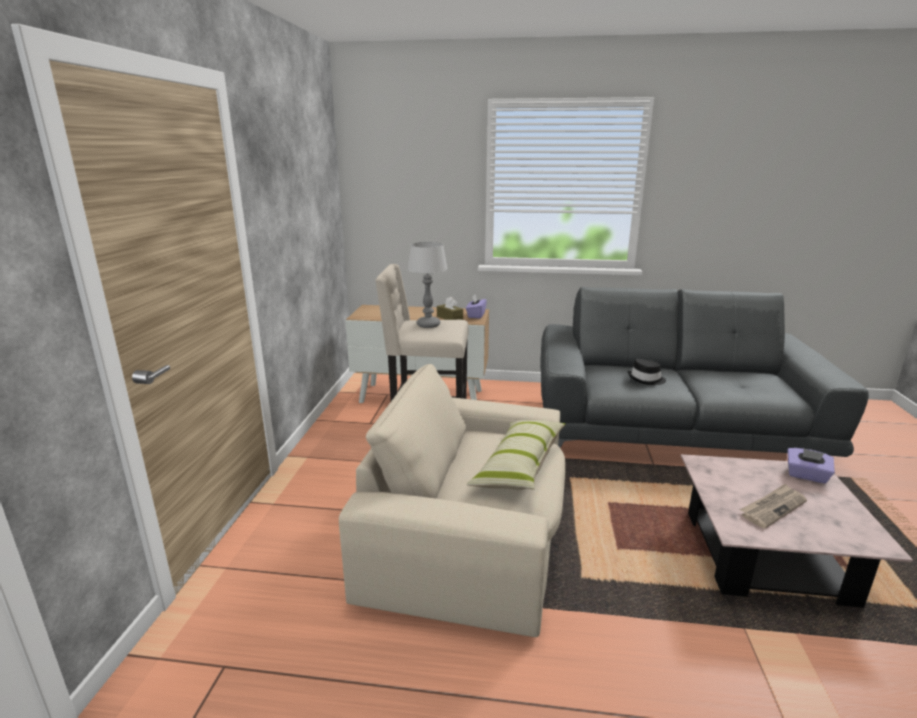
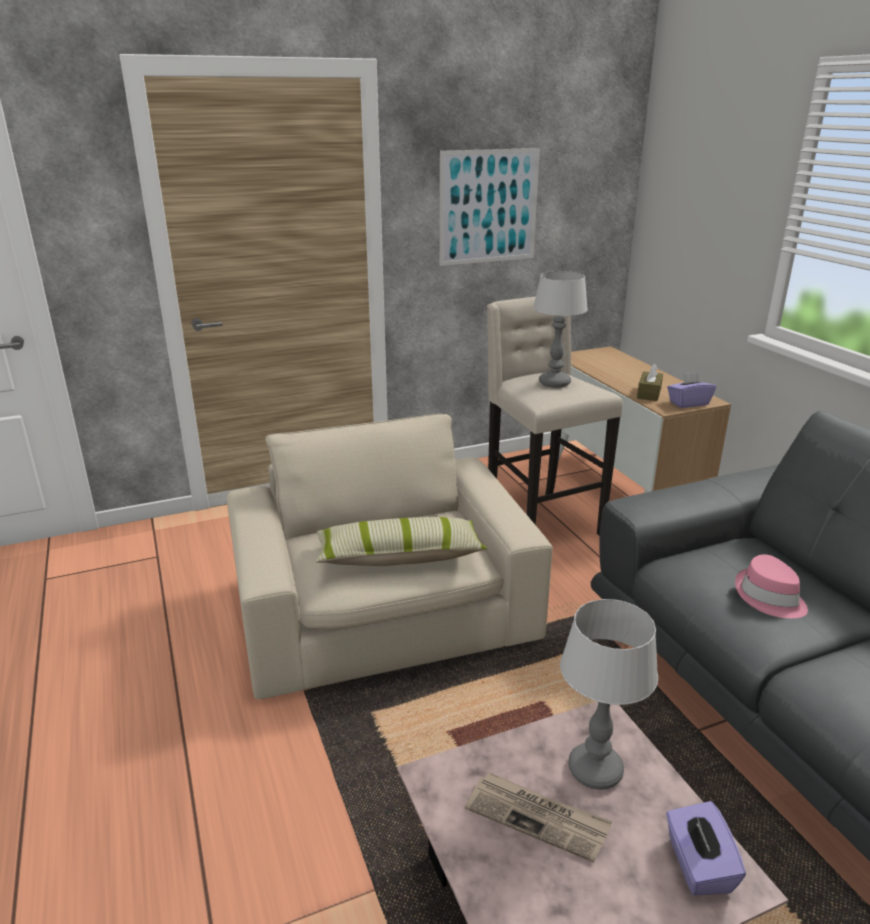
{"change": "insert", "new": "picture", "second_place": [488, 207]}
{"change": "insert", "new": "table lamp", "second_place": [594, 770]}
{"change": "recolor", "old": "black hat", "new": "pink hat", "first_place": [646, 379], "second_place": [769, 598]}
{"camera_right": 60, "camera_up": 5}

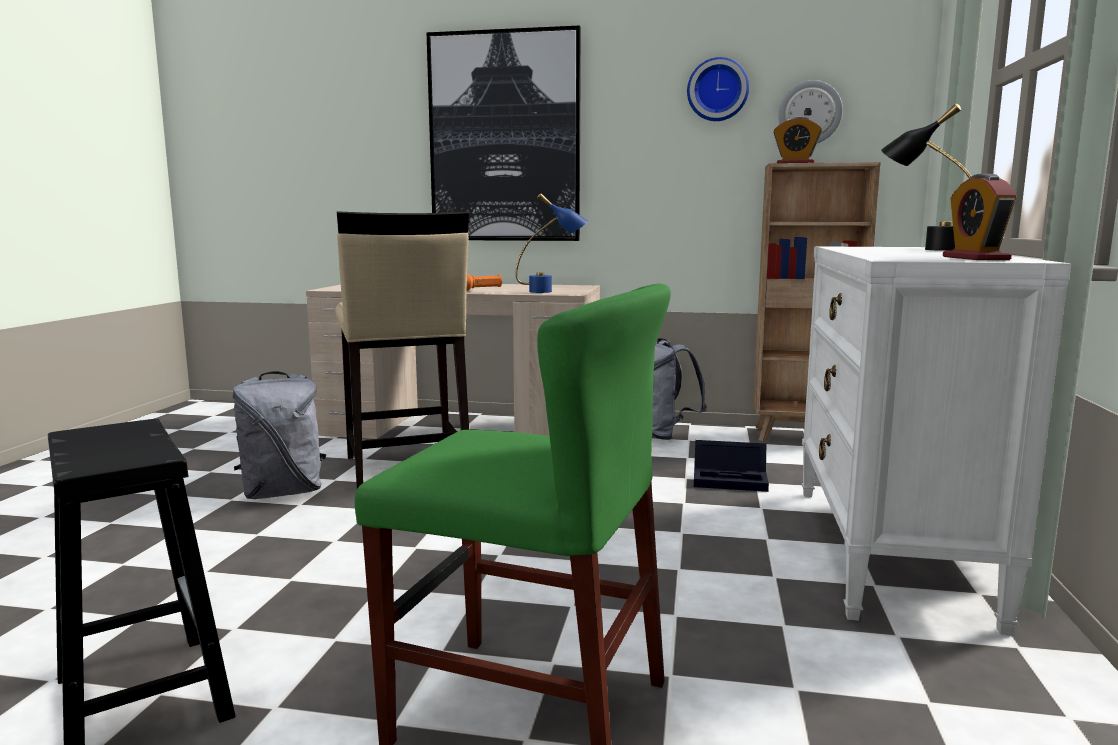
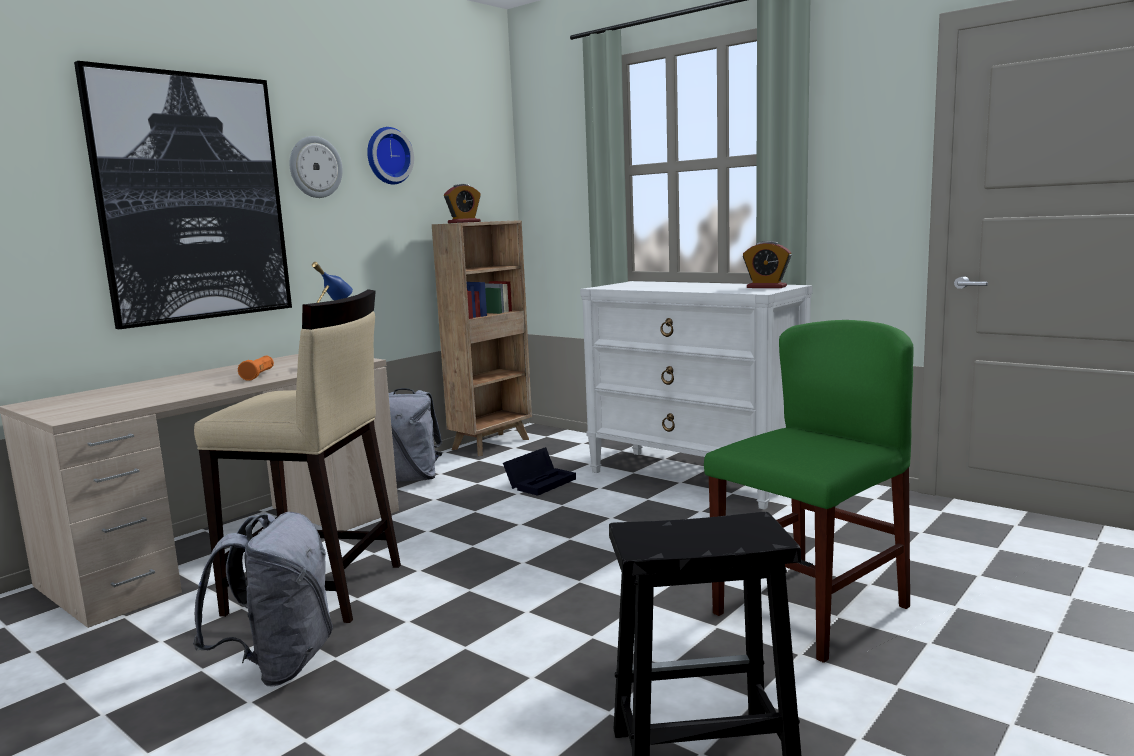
{"change": "delete", "old": "black table lamp", "first_place": [925, 249]}
{"change": "move", "old": "wall clock", "first_place": [809, 113], "second_place": [315, 167]}
{"camera_right": -60, "camera_up": 0}

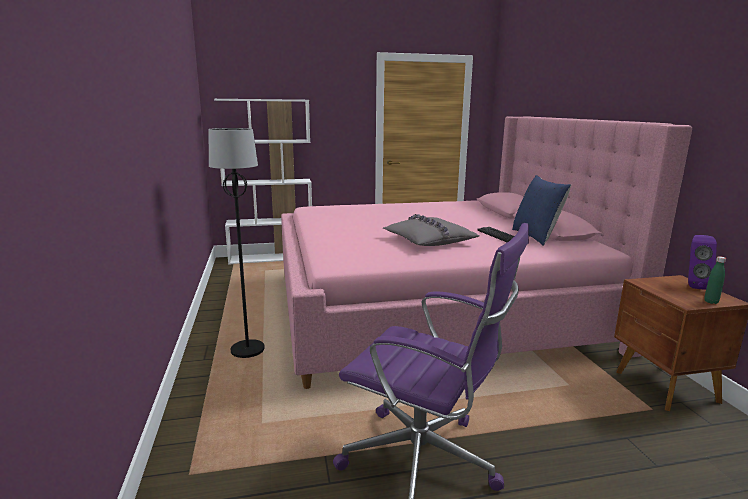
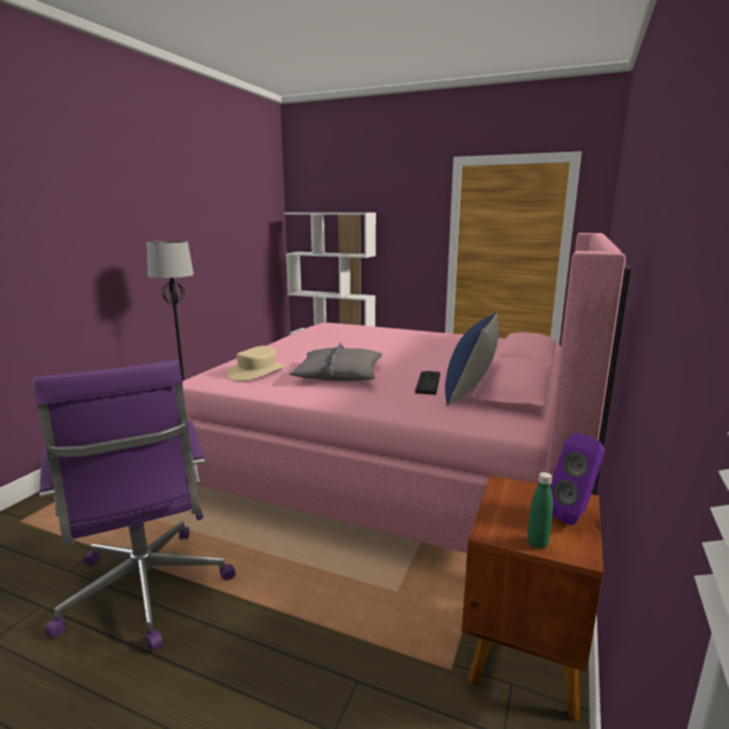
{"change": "insert", "new": "beige hat", "second_place": [257, 372]}
{"camera_right": 35, "camera_up": 0}

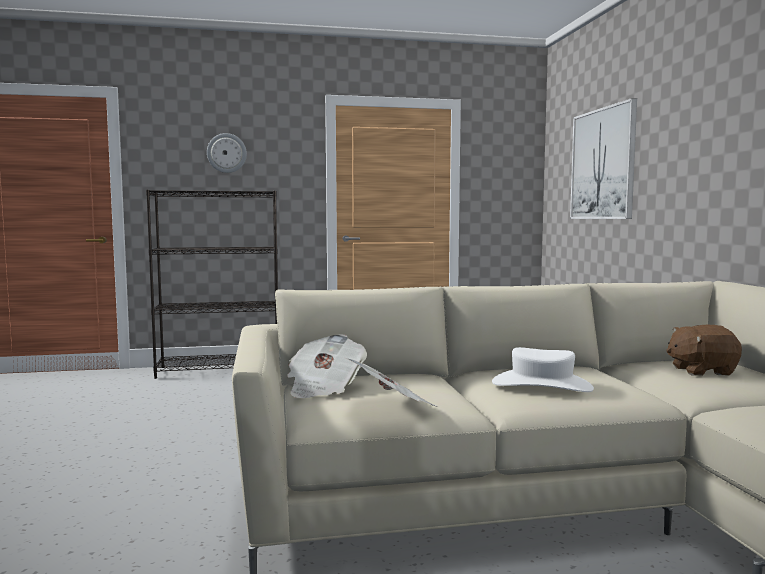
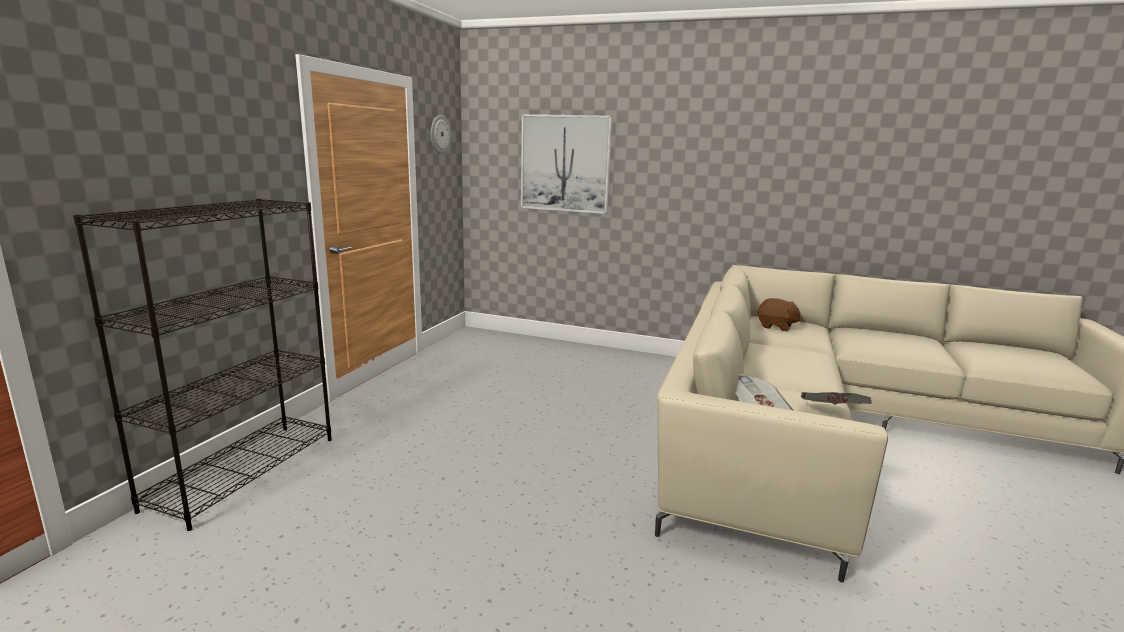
{"change": "delete", "old": "white hat", "first_place": [542, 385]}
{"change": "move", "old": "wall clock", "first_place": [226, 153], "second_place": [439, 134]}
{"change": "rotate", "old": "brown plush toy", "first_place": [701, 371], "second_place": [776, 327], "degrees": -90}
{"camera_right": -60, "camera_up": 10}

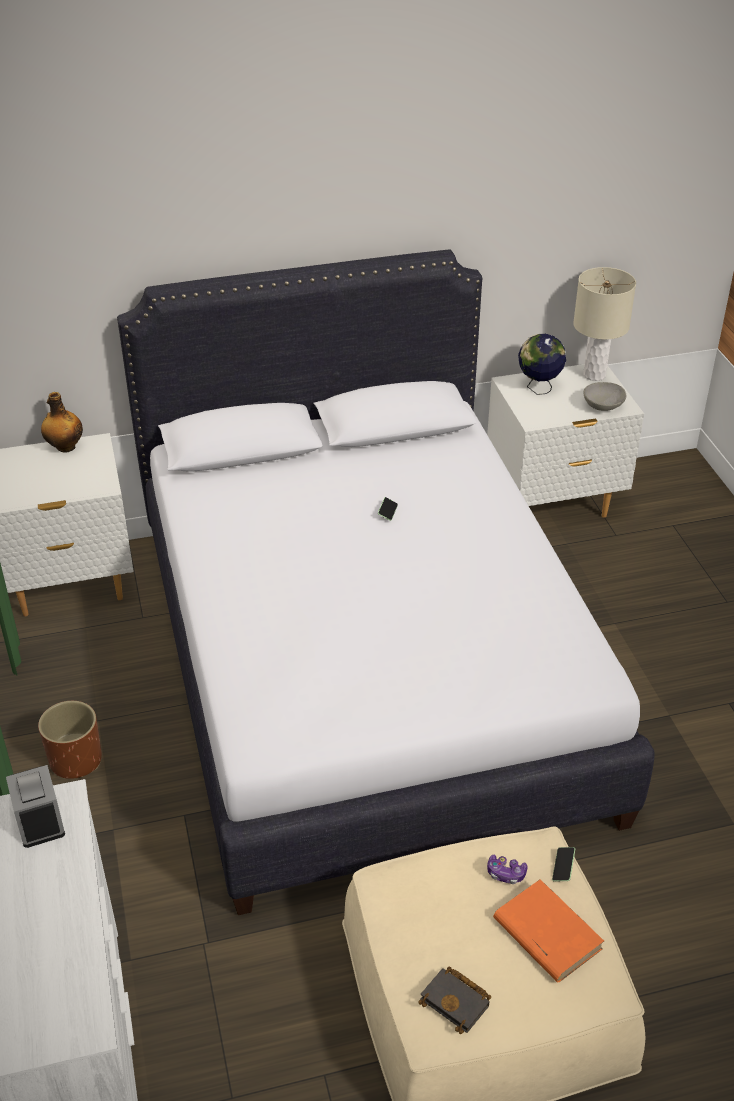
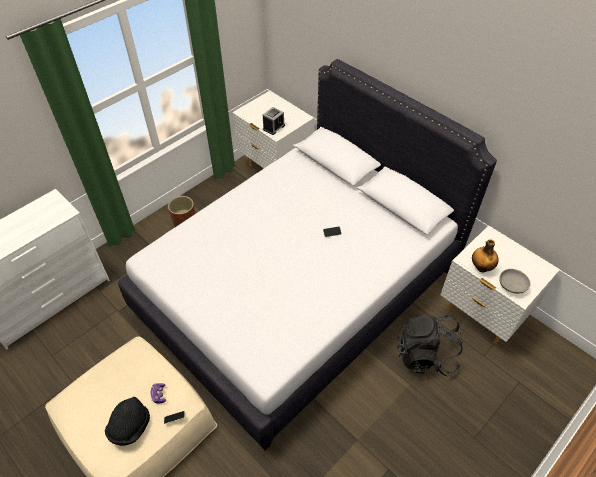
{"change": "delete", "old": "black book", "first_place": [457, 1002]}
{"change": "delete", "old": "globe", "first_place": [538, 388]}
{"change": "delete", "old": "beige table lamp", "first_place": [594, 375]}
{"change": "insert", "new": "black backpack", "second_place": [426, 355]}
{"change": "move", "old": "alarm clock", "first_place": [39, 820], "second_place": [273, 127]}
{"change": "move", "old": "bottle", "first_place": [65, 447], "second_place": [481, 267]}
{"change": "replace", "old": "orange book", "new": "black hat", "first_place": [546, 933], "second_place": [130, 427]}
{"camera_right": 60, "camera_up": 10}

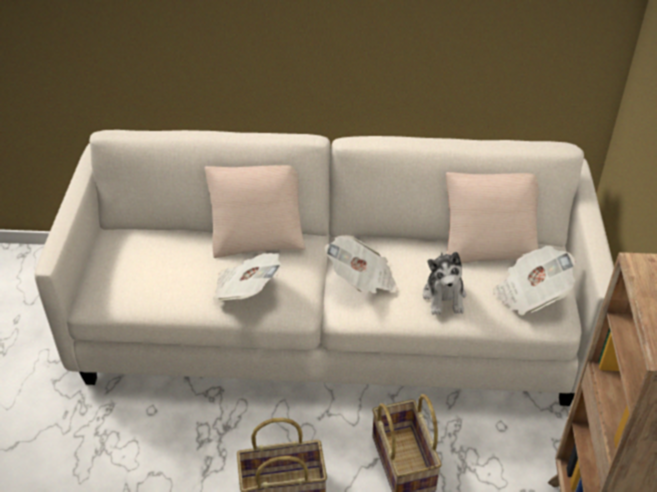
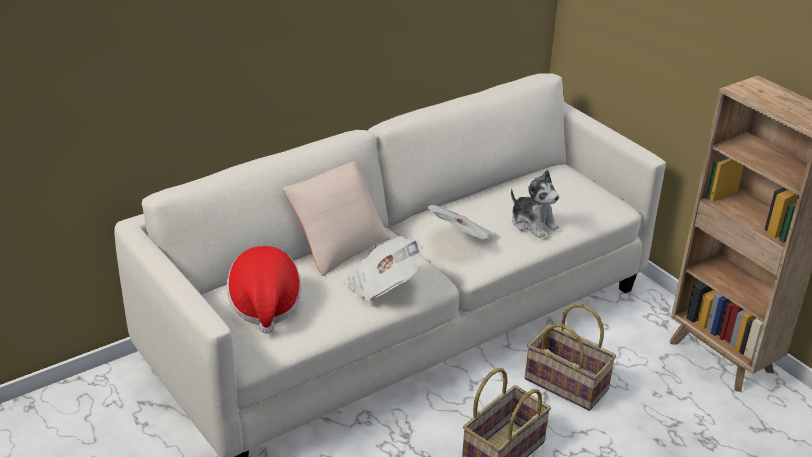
{"change": "delete", "old": "beige pillow", "first_place": [489, 244]}
{"change": "delete", "old": "newspaper", "first_place": [530, 294]}
{"change": "insert", "new": "hat", "second_place": [264, 306]}
{"camera_right": -40, "camera_up": -10}

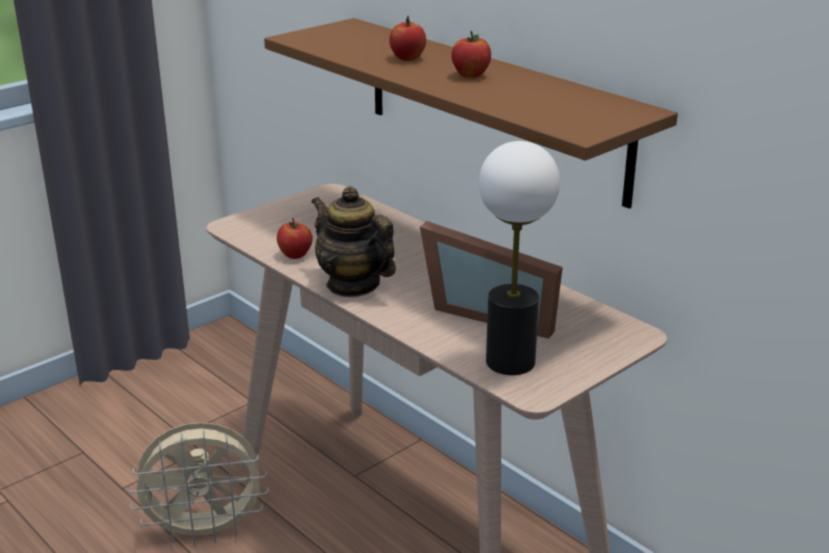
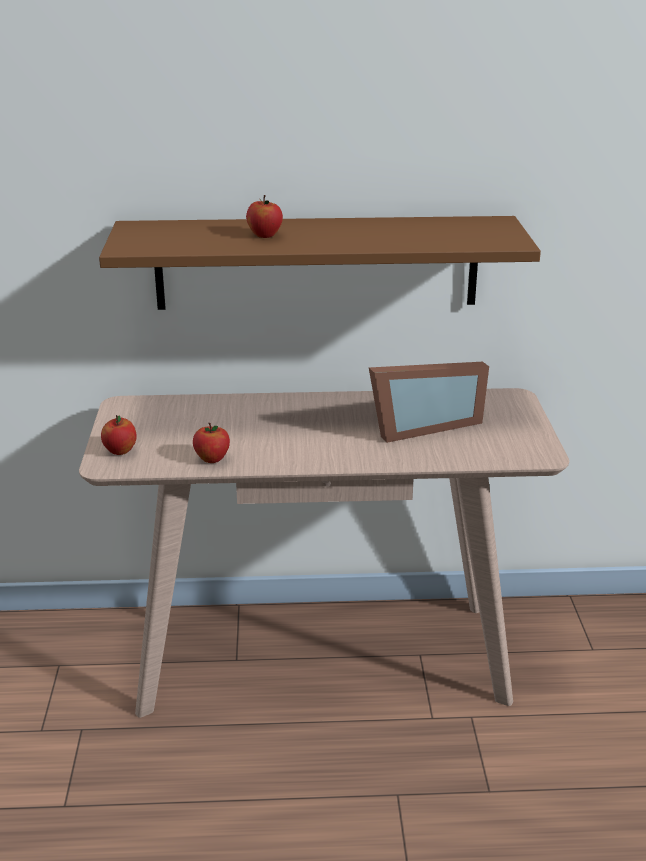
{"change": "delete", "old": "beige fan", "first_place": [205, 531]}
{"change": "delete", "old": "teapot", "first_place": [353, 285]}
{"change": "delete", "old": "table lamp", "first_place": [510, 361]}
{"change": "move", "old": "apple", "first_place": [470, 75], "second_place": [120, 451]}
{"camera_right": -50, "camera_up": 0}

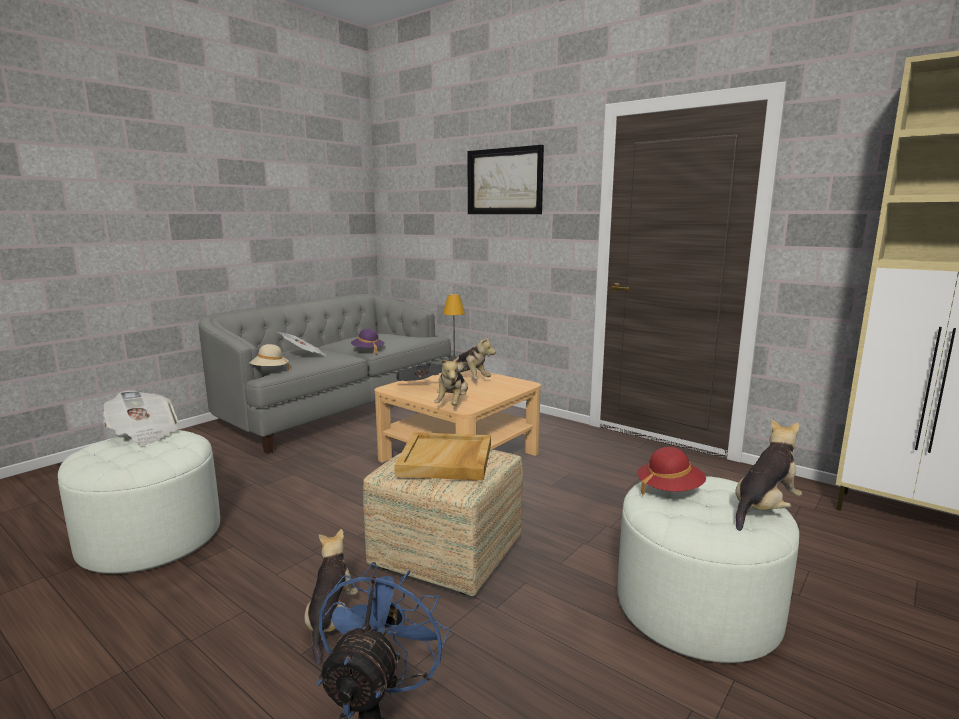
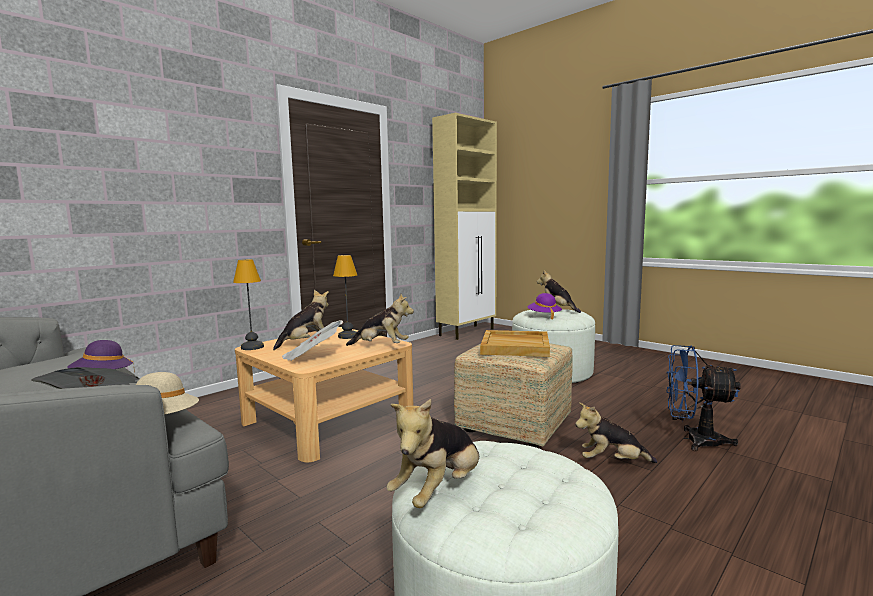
{"change": "delete", "old": "picture", "first_place": [504, 181]}
{"change": "insert", "new": "table lamp", "second_place": [348, 336]}
{"change": "replace", "old": "newspaper", "new": "plush toy", "first_place": [144, 434], "second_place": [439, 491]}
{"change": "recolor", "old": "red hat", "new": "purple hat", "first_place": [669, 490], "second_place": [544, 316]}
{"camera_right": -85, "camera_up": -5}

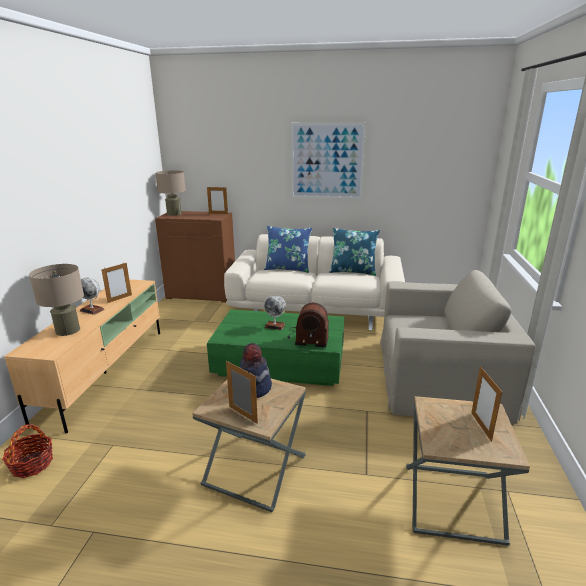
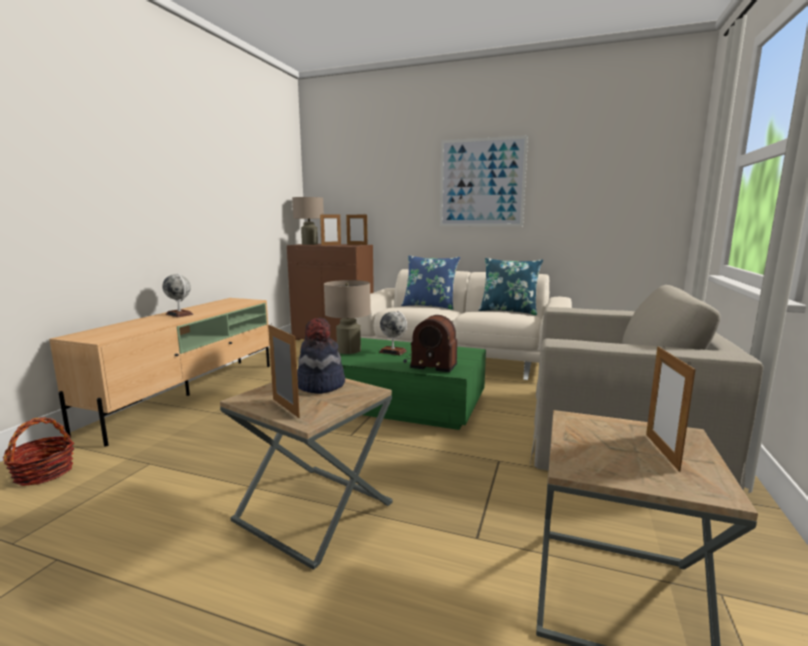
{"change": "move", "old": "beige table lamp", "first_place": [67, 330], "second_place": [348, 350]}
{"change": "move", "old": "picture frame", "first_place": [119, 298], "second_place": [331, 245]}
{"camera_right": 10, "camera_up": -10}

